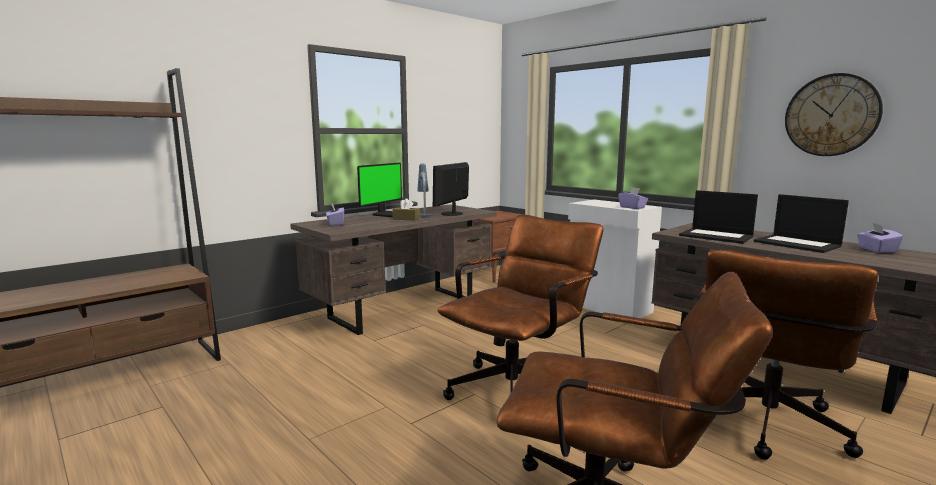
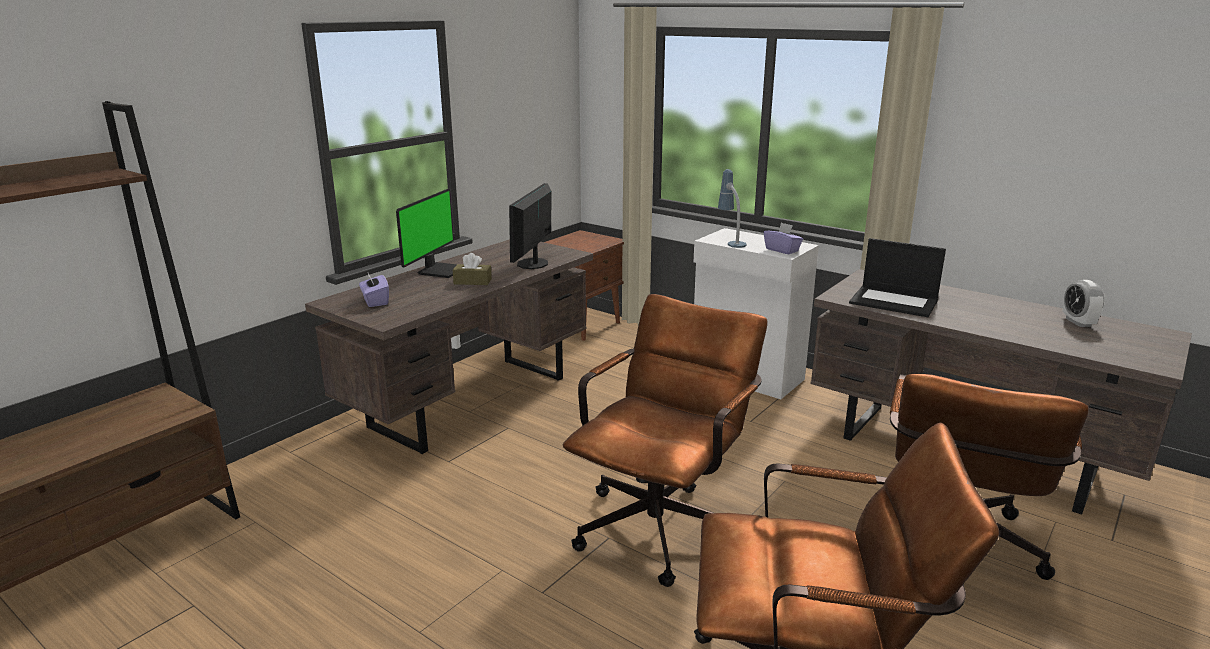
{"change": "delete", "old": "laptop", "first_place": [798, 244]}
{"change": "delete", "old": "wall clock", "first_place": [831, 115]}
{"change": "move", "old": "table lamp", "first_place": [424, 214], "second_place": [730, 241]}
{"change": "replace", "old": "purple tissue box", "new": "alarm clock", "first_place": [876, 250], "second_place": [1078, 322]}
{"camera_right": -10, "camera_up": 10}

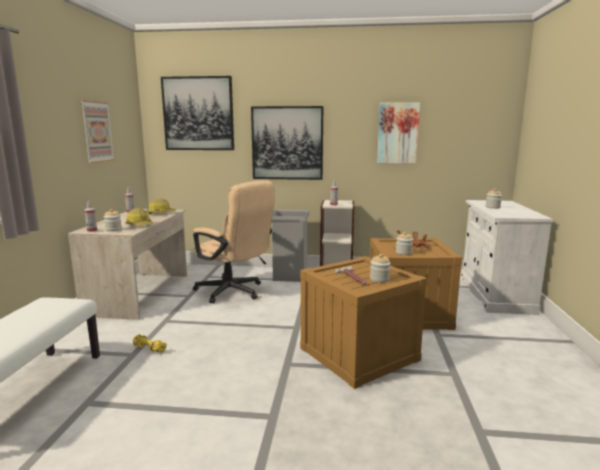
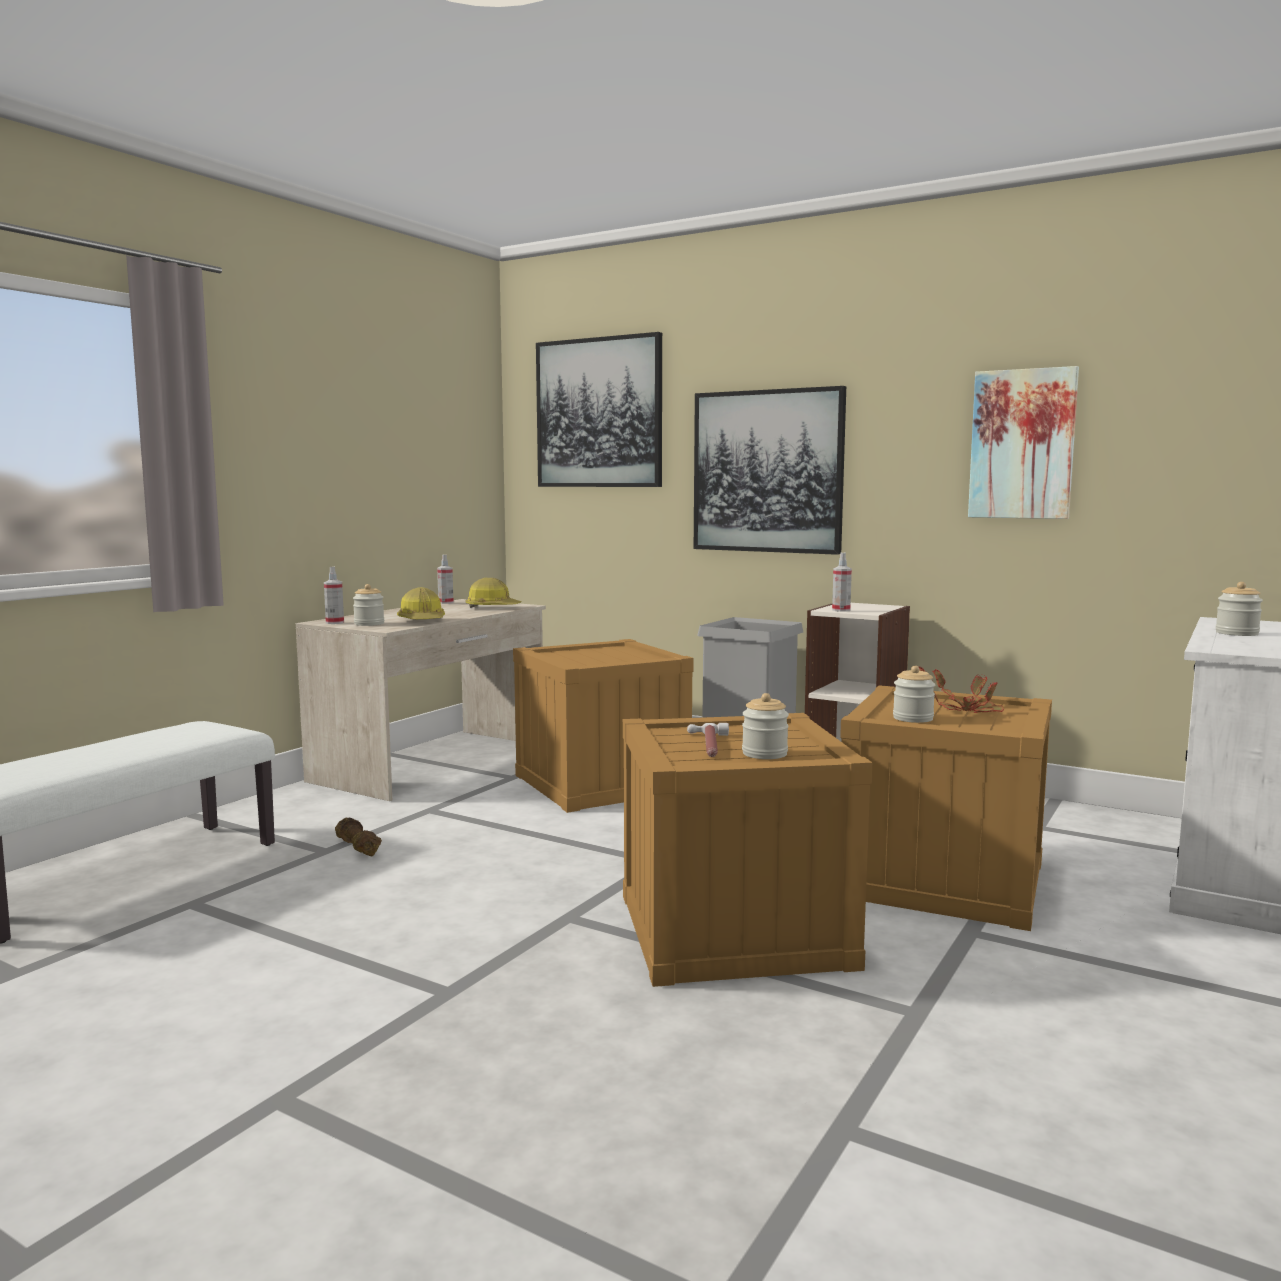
{"change": "delete", "old": "picture", "first_place": [97, 132]}
{"change": "replace", "old": "beige office chair", "new": "crate", "first_place": [234, 292], "second_place": [601, 783]}
{"change": "recolor", "old": "yellow dumbbell", "new": "brown dumbbell", "first_place": [149, 349], "second_place": [357, 848]}
{"camera_right": 25, "camera_up": -5}

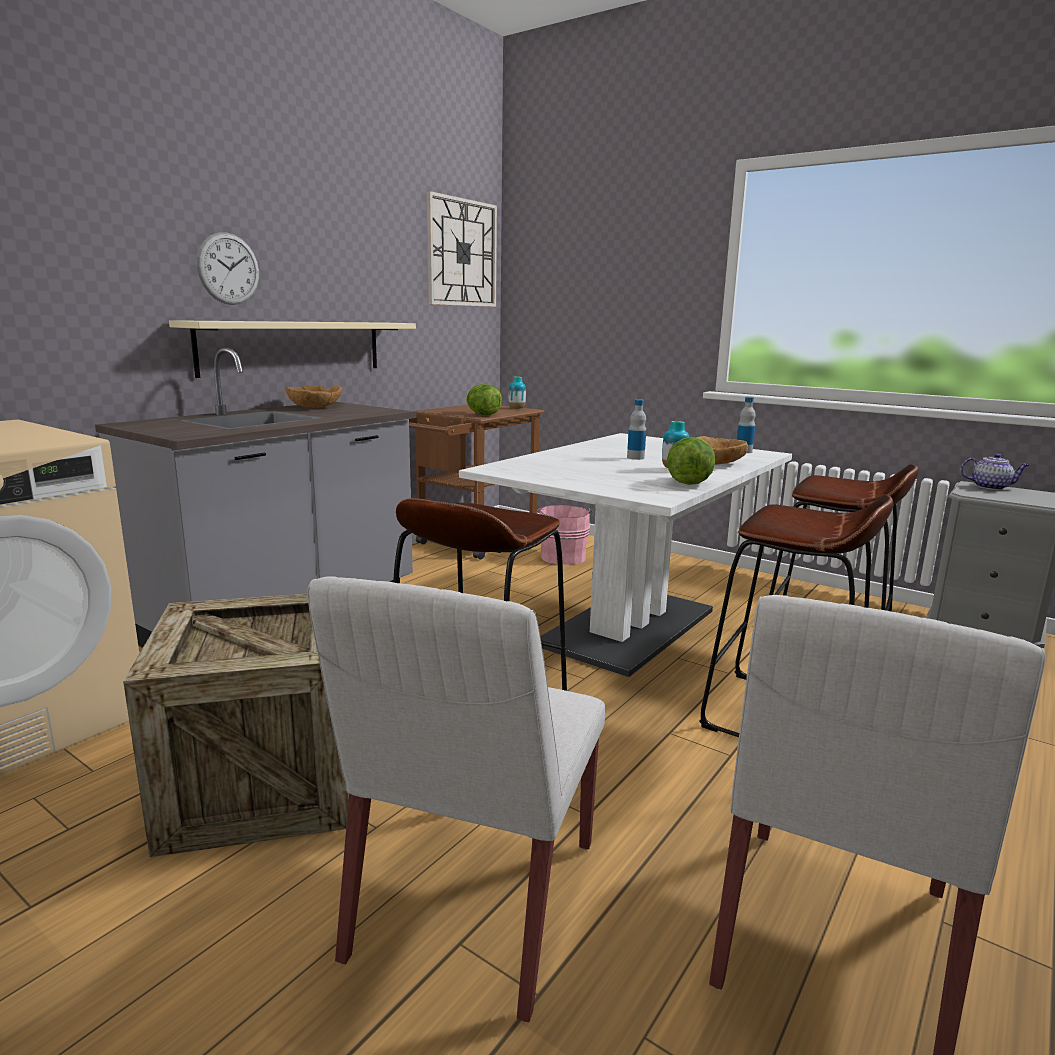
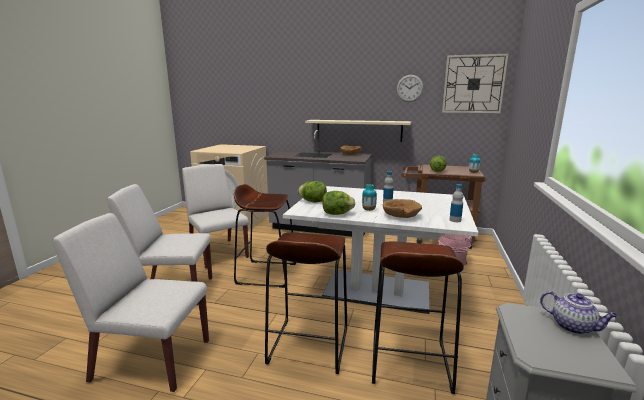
{"change": "insert", "new": "lettuce", "second_place": [313, 201]}
{"change": "move", "old": "wall clock", "first_place": [228, 269], "second_place": [409, 88]}
{"change": "replace", "old": "crate", "new": "white chair", "first_place": [262, 785], "second_place": [218, 253]}
{"change": "rotate", "old": "teapot", "first_place": [991, 487], "second_place": [573, 326], "degrees": -45}
{"camera_right": 70, "camera_up": 0}

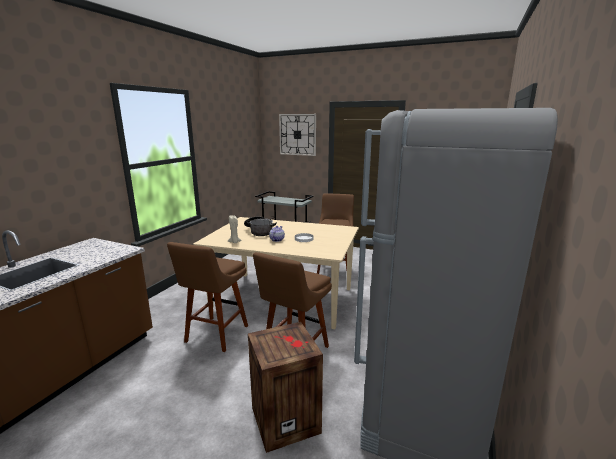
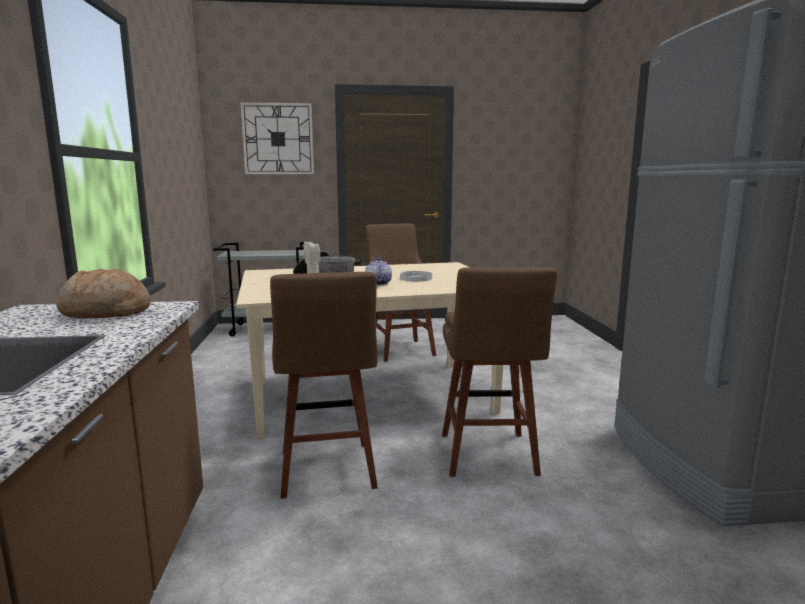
{"change": "delete", "old": "crate", "first_place": [286, 418]}
{"change": "insert", "new": "bread", "second_place": [106, 312]}
{"camera_right": -30, "camera_up": -5}

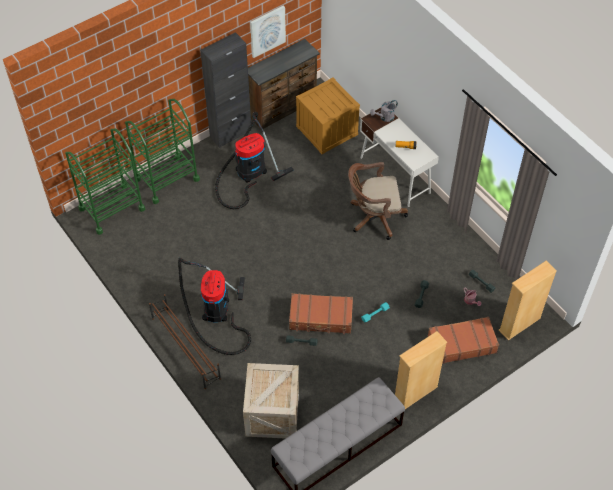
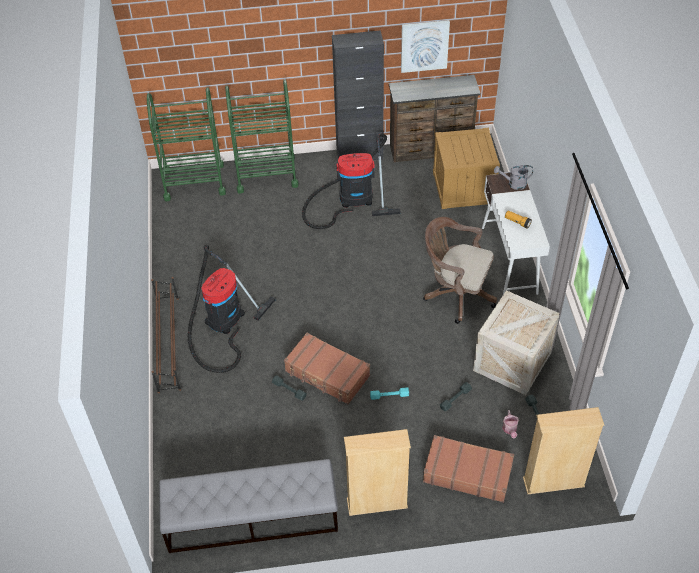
{"change": "move", "old": "crate", "first_place": [273, 414], "second_place": [513, 362]}
{"camera_right": 30, "camera_up": -5}

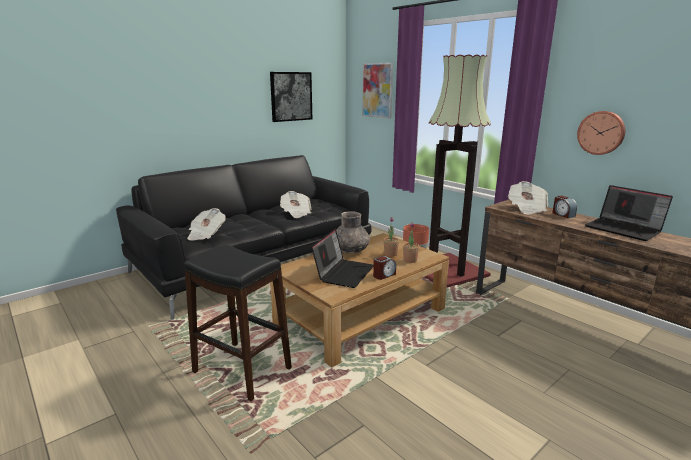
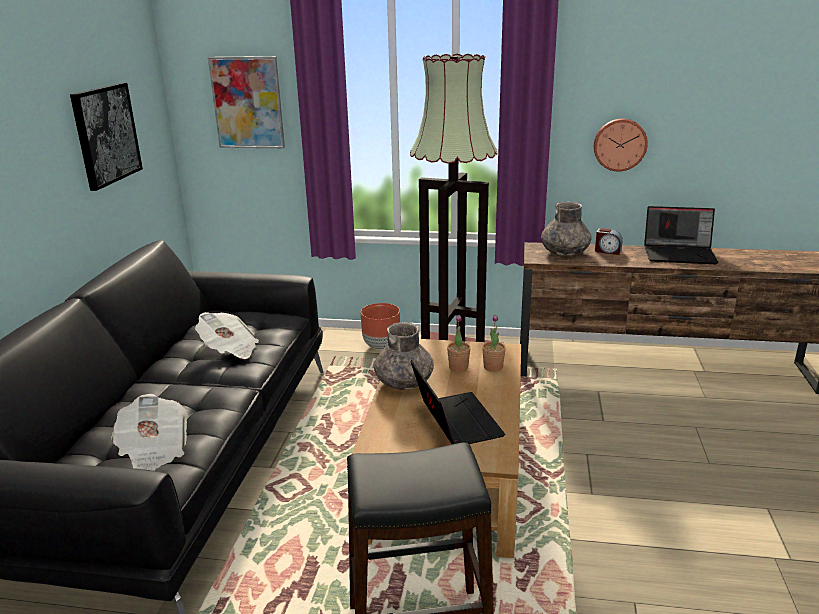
{"change": "delete", "old": "alarm clock", "first_place": [384, 275]}
{"change": "replace", "old": "newspaper", "new": "grey vase", "first_place": [526, 208], "second_place": [565, 253]}
{"camera_right": -40, "camera_up": 5}

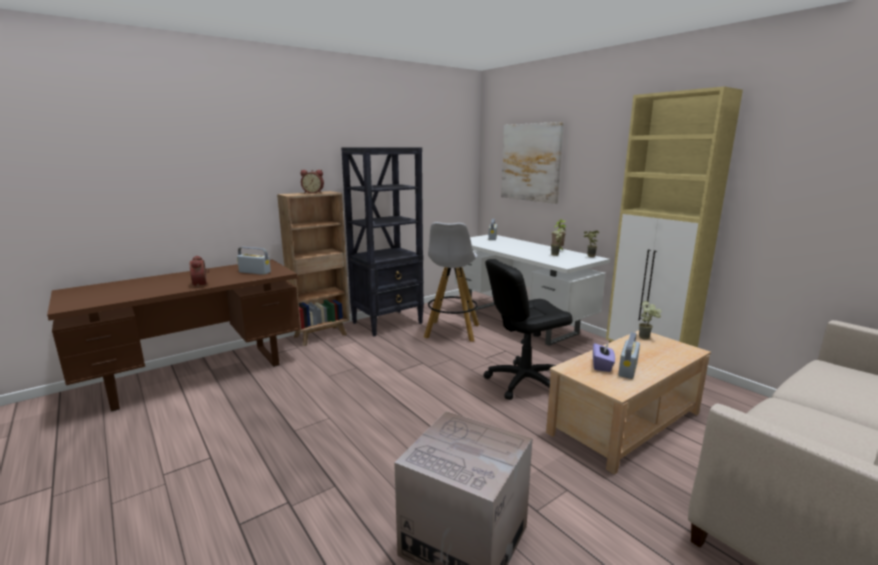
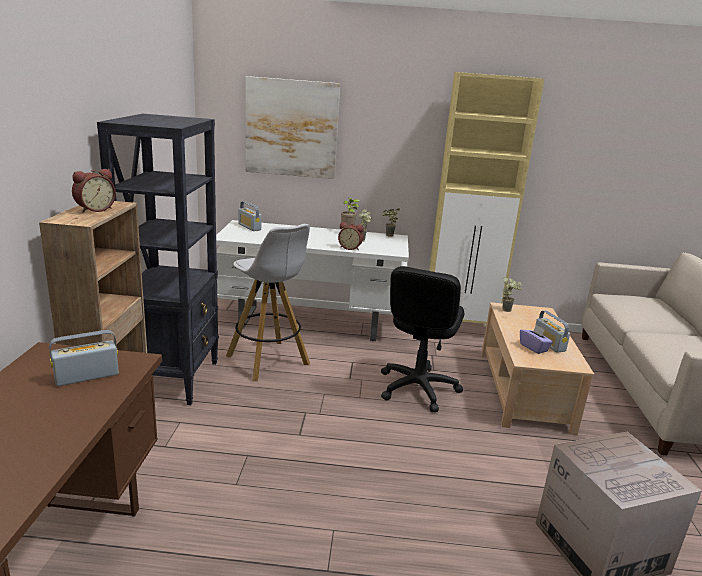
{"change": "move", "old": "alarm clock", "first_place": [202, 284], "second_place": [350, 248]}
{"camera_right": -50, "camera_up": 5}

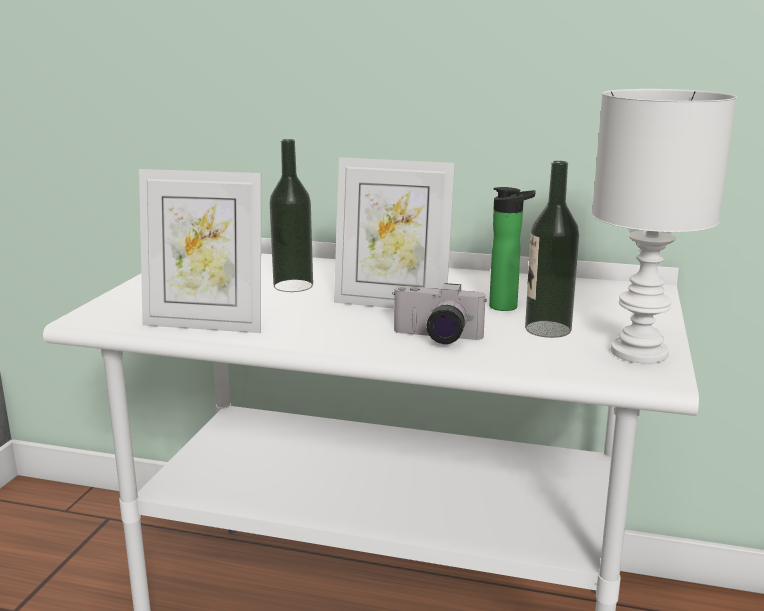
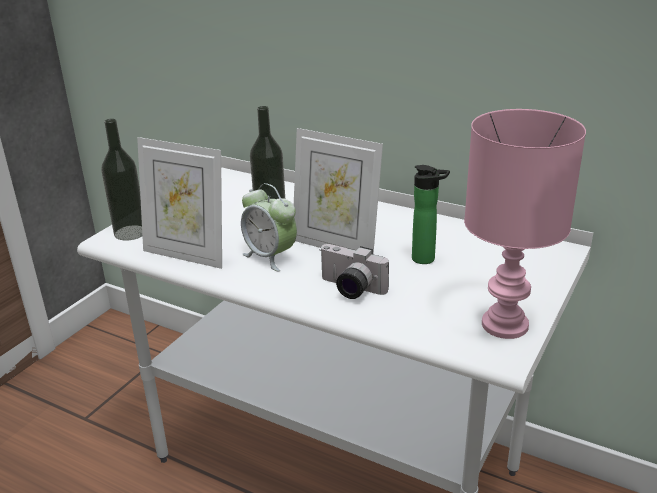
{"change": "insert", "new": "alarm clock", "second_place": [270, 257]}
{"change": "move", "old": "bottle", "first_place": [547, 329], "second_place": [130, 233]}
{"change": "recolor", "old": "white table lamp", "new": "pink table lamp", "first_place": [640, 353], "second_place": [505, 326]}
{"camera_right": 15, "camera_up": 10}

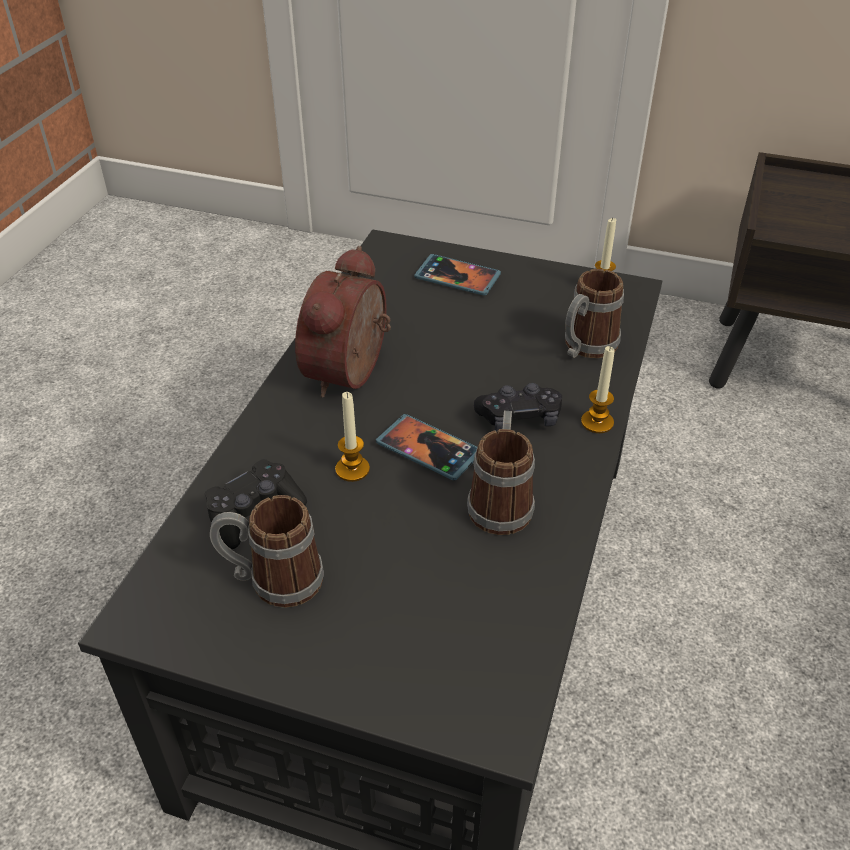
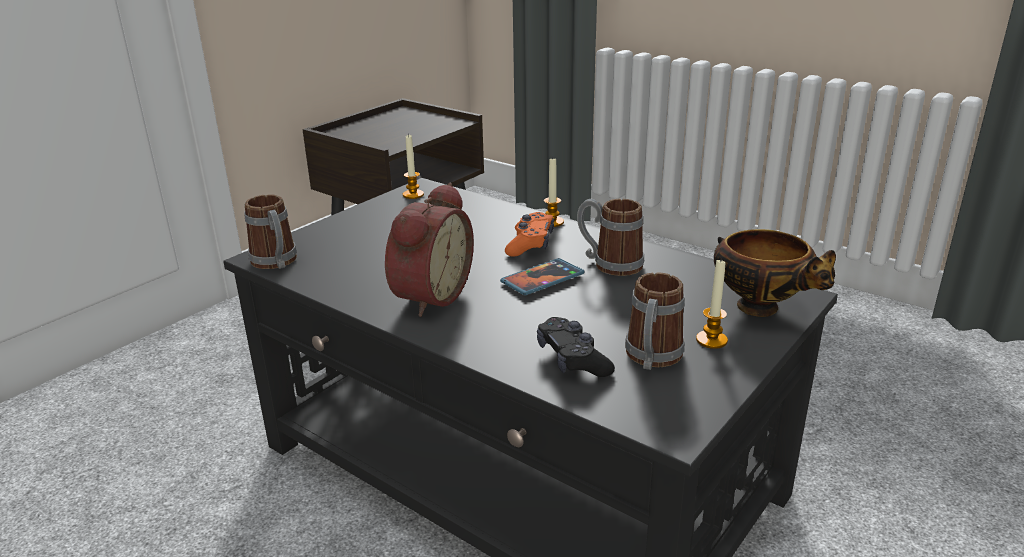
{"change": "delete", "old": "phone", "first_place": [457, 277]}
{"change": "insert", "new": "bowl", "second_place": [762, 308]}
{"change": "move", "old": "candle", "first_place": [352, 469], "second_place": [711, 340]}
{"change": "move", "old": "mug", "first_place": [585, 348], "second_place": [276, 263]}
{"change": "recolor", "old": "black game controller", "new": "orange game controller", "first_place": [519, 418], "second_place": [530, 244]}
{"change": "rotate", "old": "alarm clock", "first_place": [352, 374], "second_place": [428, 296], "degrees": -105}
{"camera_right": -70, "camera_up": -15}

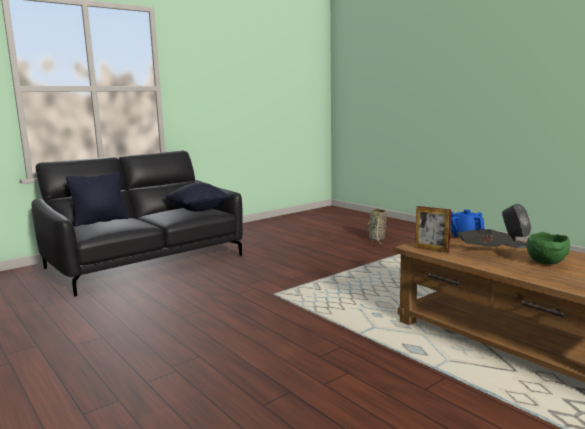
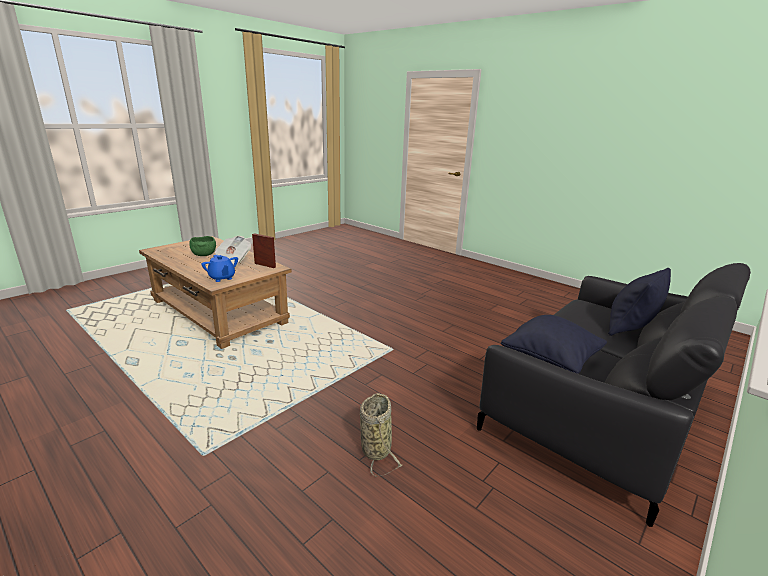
{"change": "delete", "old": "grey speaker", "first_place": [513, 244]}
{"change": "move", "old": "basket", "first_place": [377, 239], "second_place": [376, 448]}
{"camera_right": 170, "camera_up": 10}

